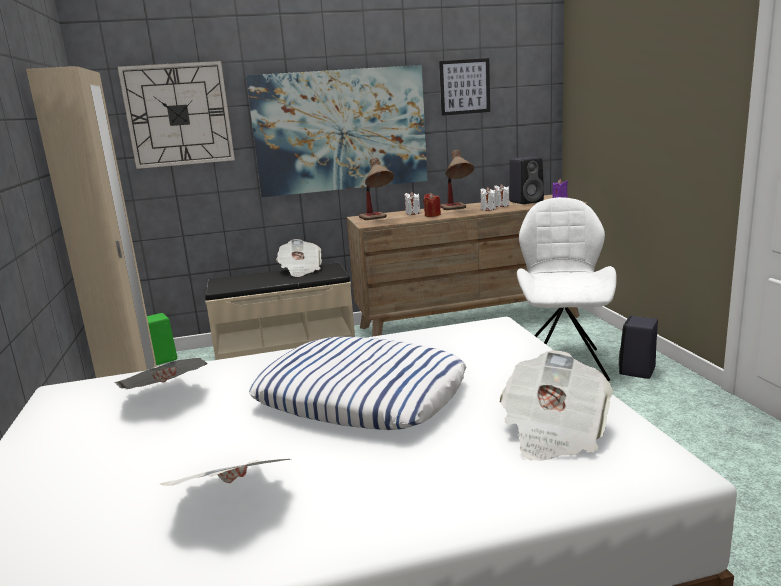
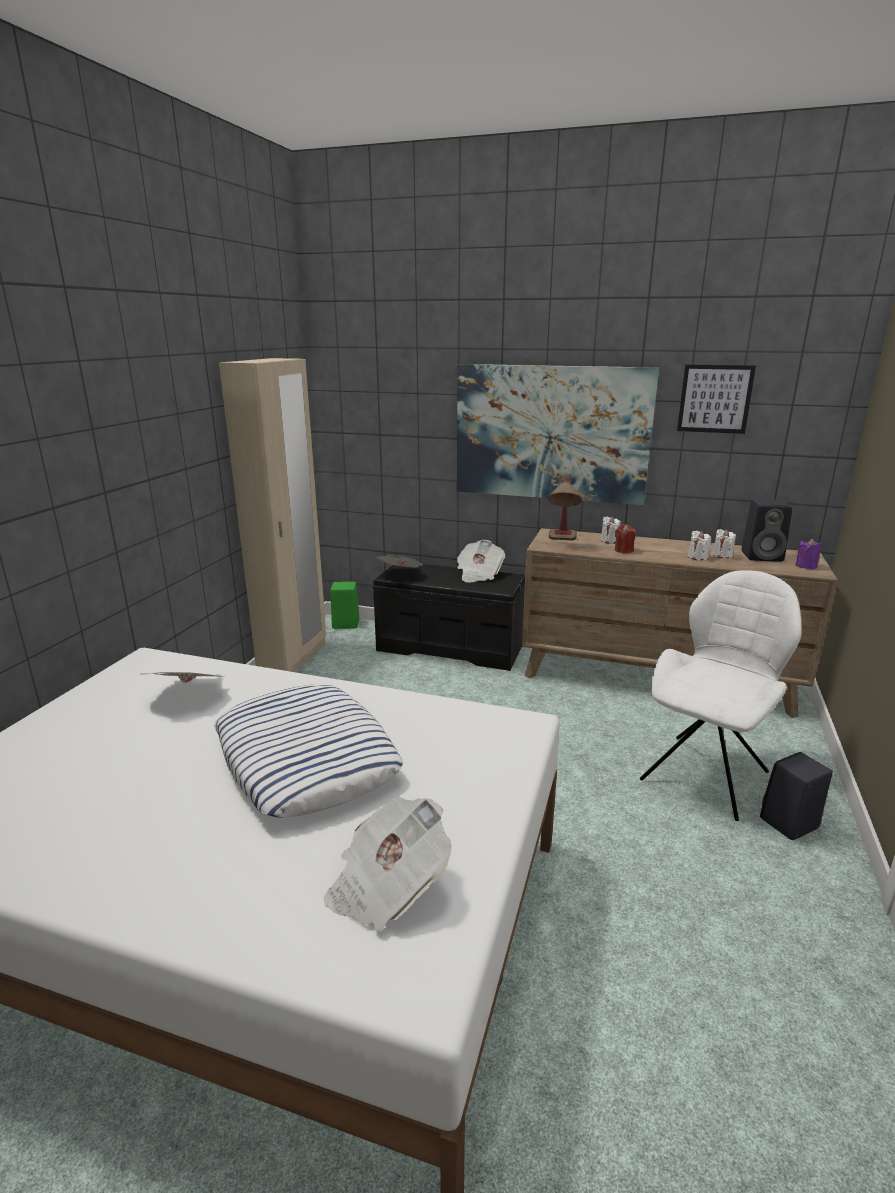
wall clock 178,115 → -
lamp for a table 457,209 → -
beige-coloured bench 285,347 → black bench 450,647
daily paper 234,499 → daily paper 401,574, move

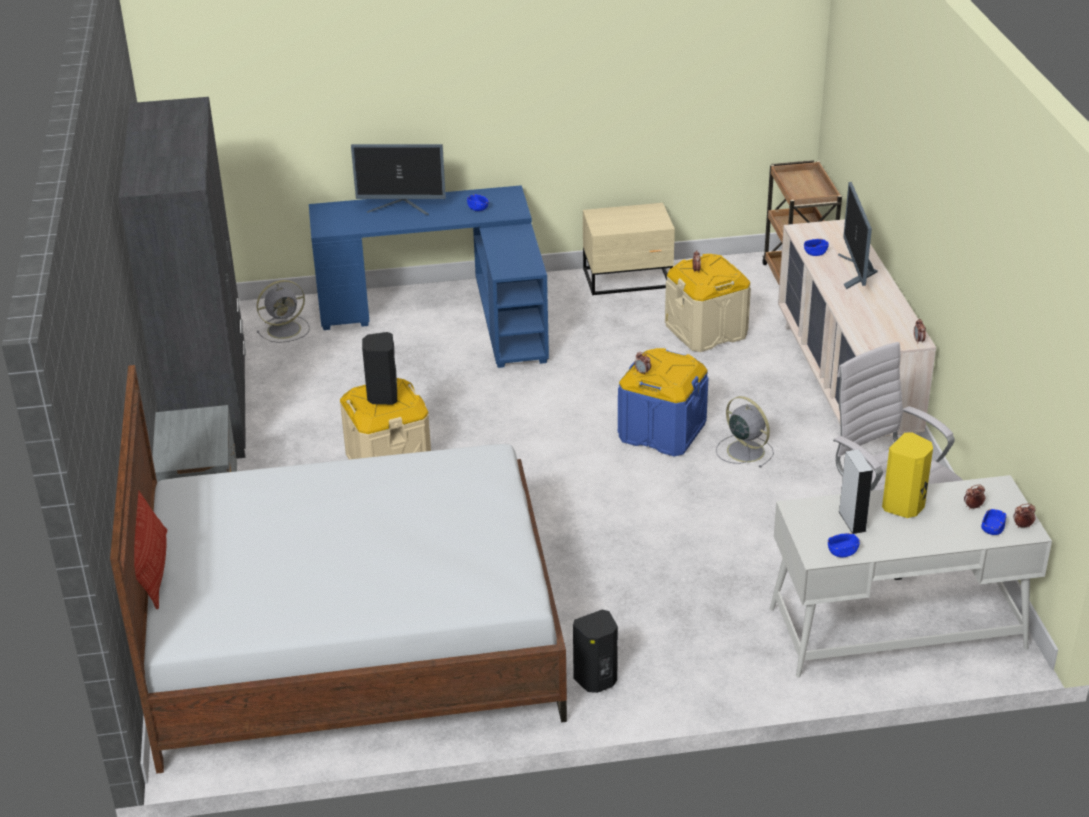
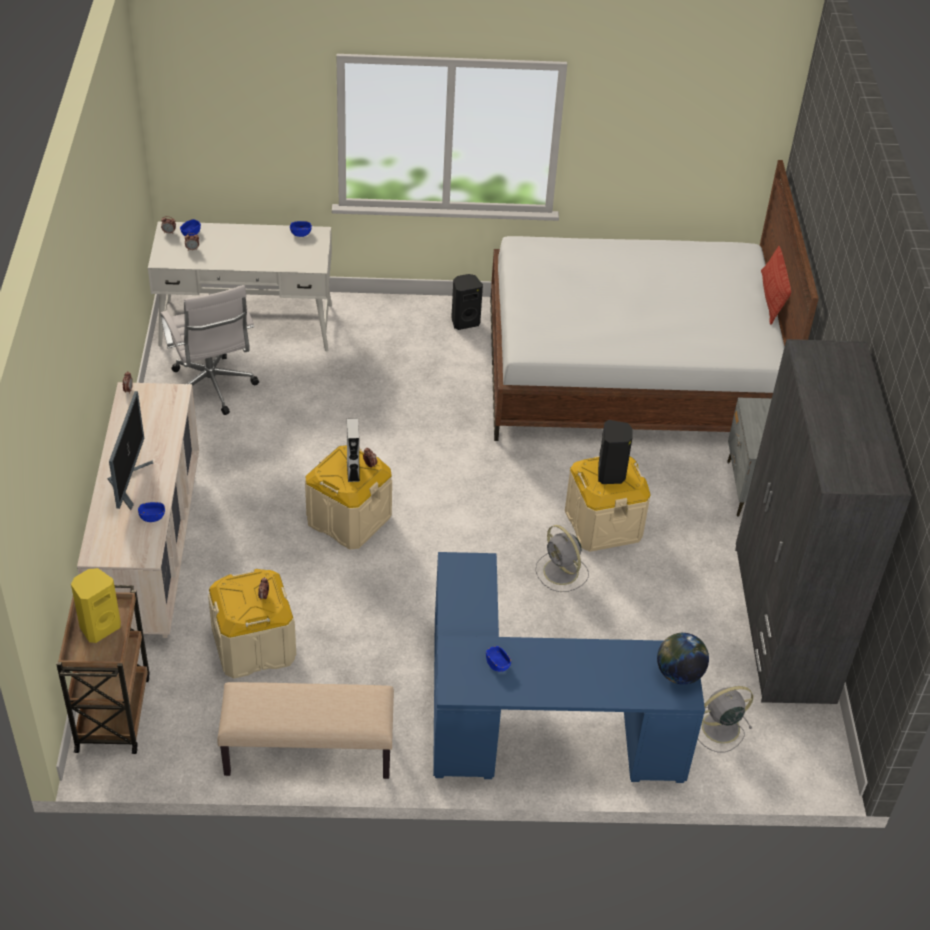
computer display 402,208 → -
beige-coloured night table 629,279 → beige-coloured bench 308,752
blue-coloured storage box 662,431 → beige-coloured storage box 348,519
gray electric fan 744,450 → gray electric fan 561,573, move
yellow speaker 904,506 → yellow speaker 99,627, move
gray speaker 852,521 → gray speaker 353,471, move
- → world globe 679,674

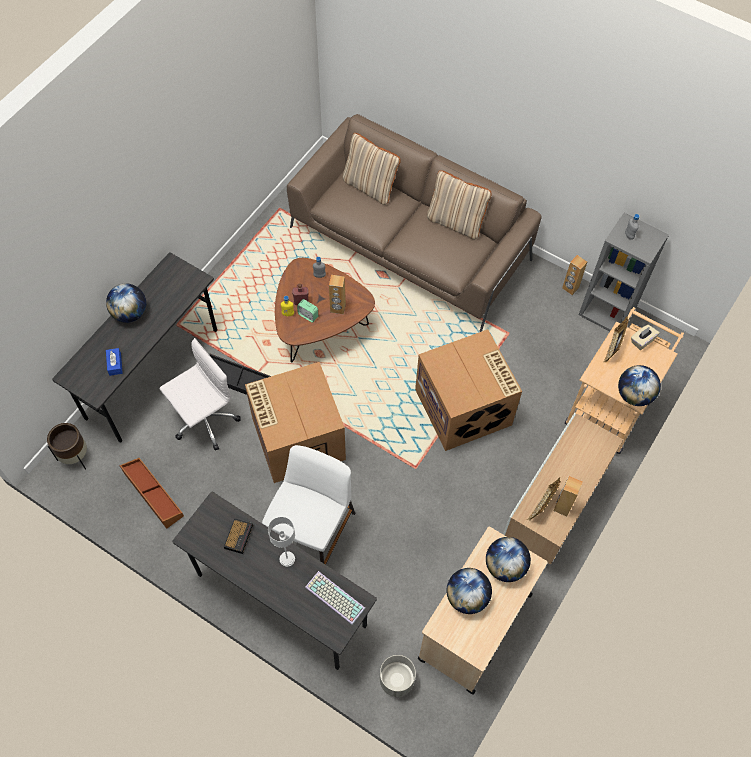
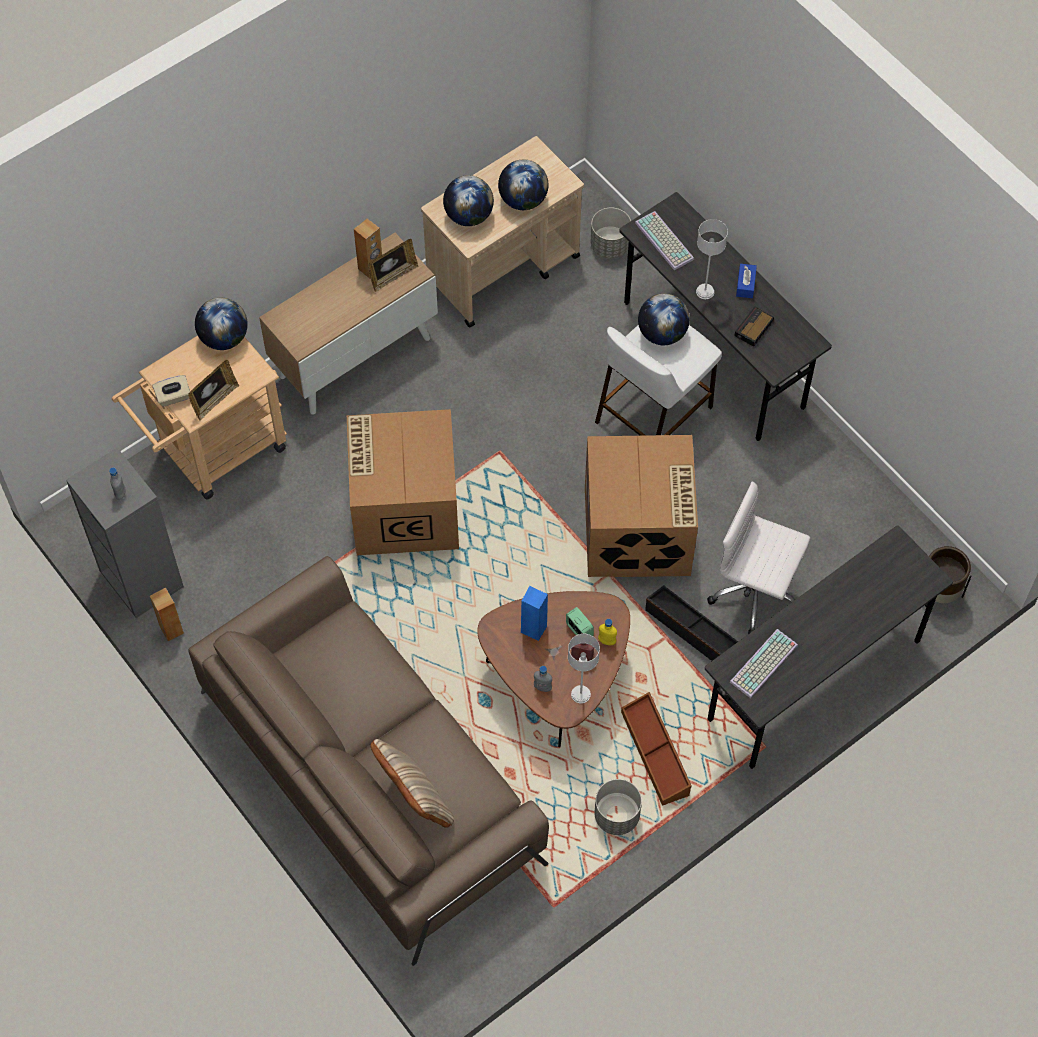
beige-coloured pillow 456,222 → -
brown speaker 338,308 → blue-coloured speaker 534,629
world globe 130,313 → world globe 662,333, move
white-coloured computer chair 204,420 → white-coloured computer chair 756,593, 45 degrees clockwise
blue-coloured box of tissues 115,364 → blue-coloured box of tissues 745,284, move
brown storage box 152,495 → brown storage box 656,753, move
- → PC keyboard 764,665
- → gray lamp for a table 580,694
- → gray planter 616,815

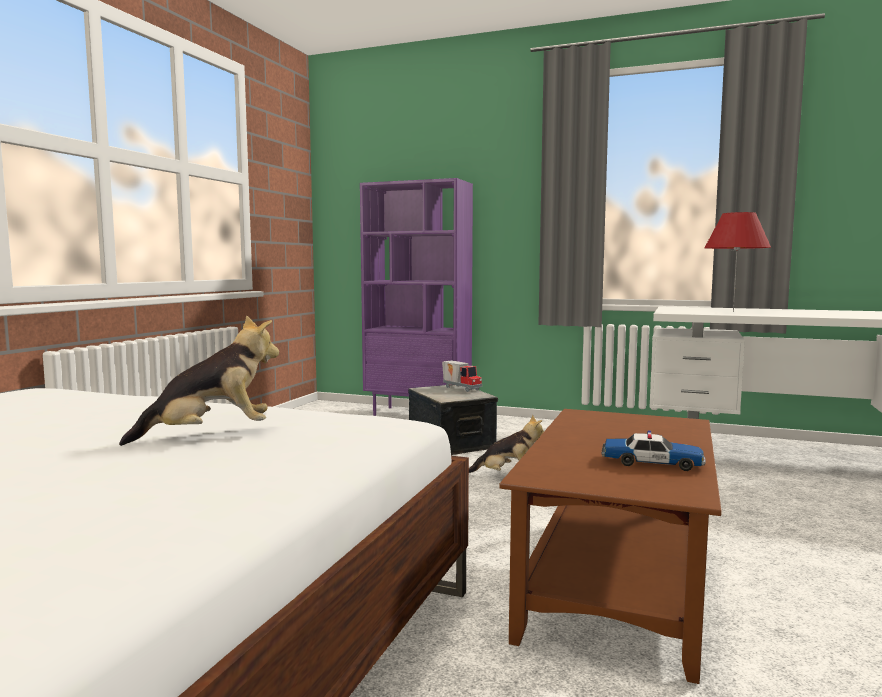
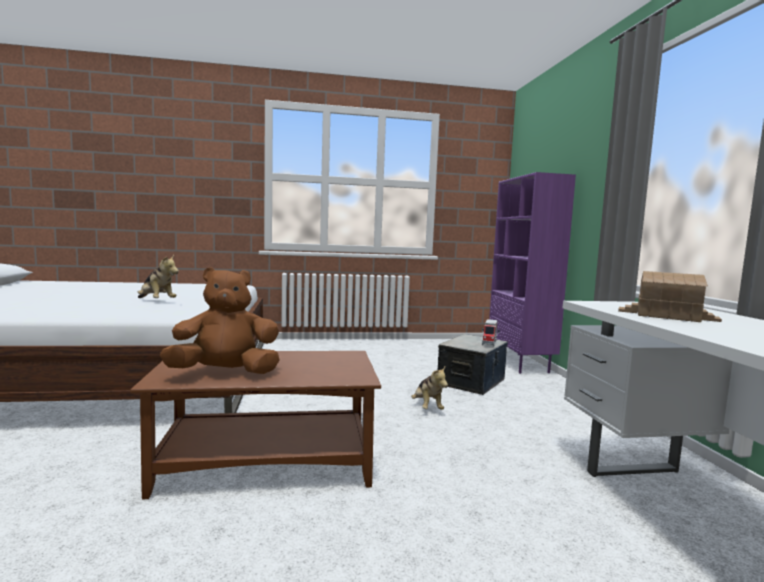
reddish lamp for a table 733,312 → toy house 666,315
model car 652,463 → brown cuddly toy 225,373

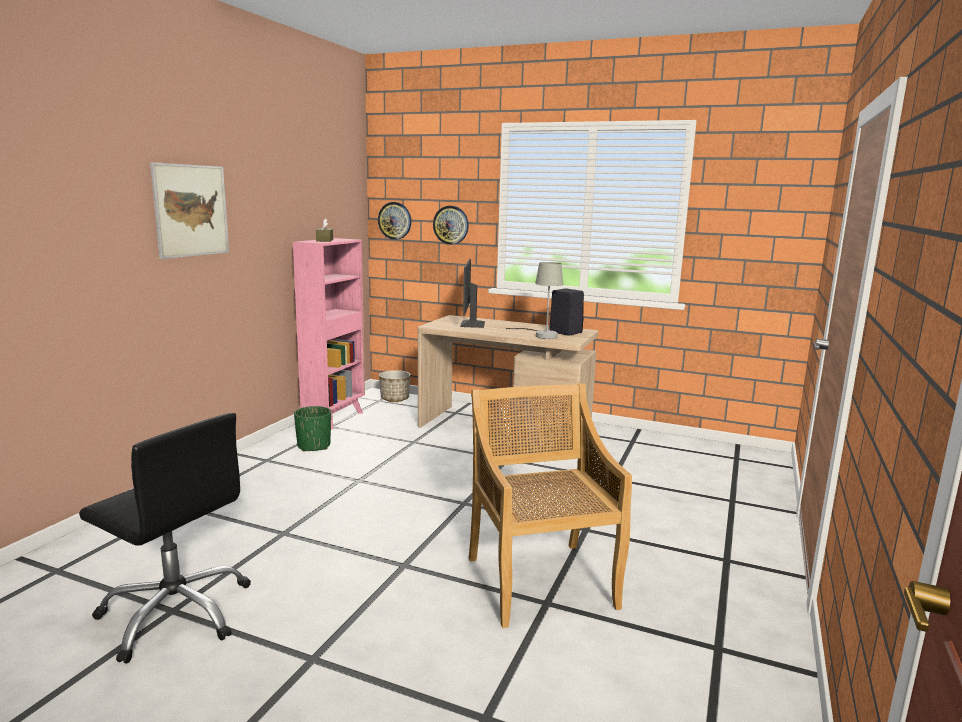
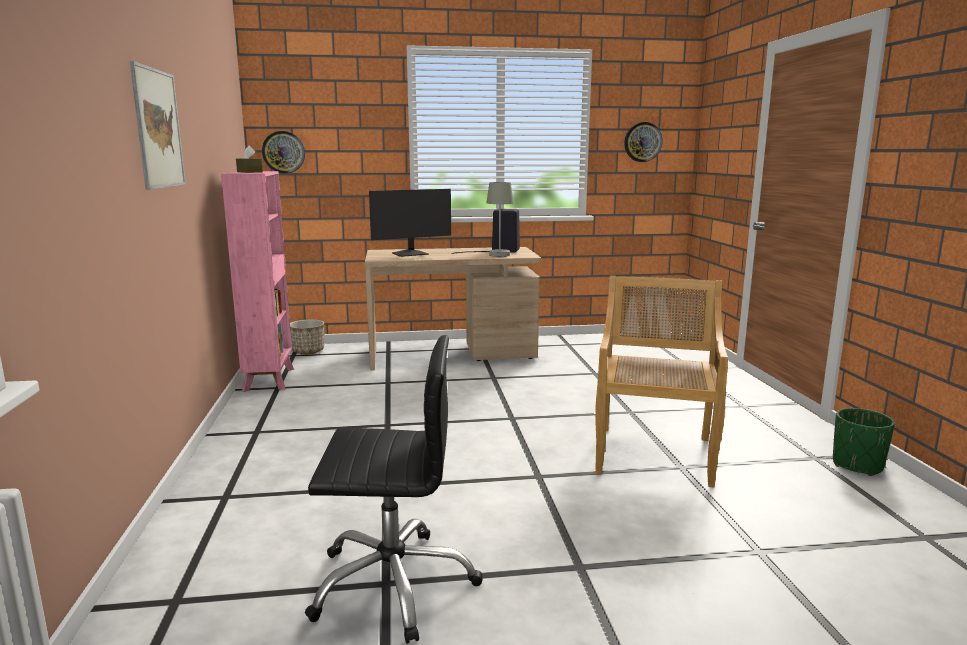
wall clock 451,225 → wall clock 642,142, move
computer display 471,324 → computer display 410,254, 90 degrees counterclockwise
beige-coloured chair 540,580 → beige-coloured chair 653,454, 60 degrees clockwise
green-coloured planter 314,446 → green-coloured planter 858,465, move

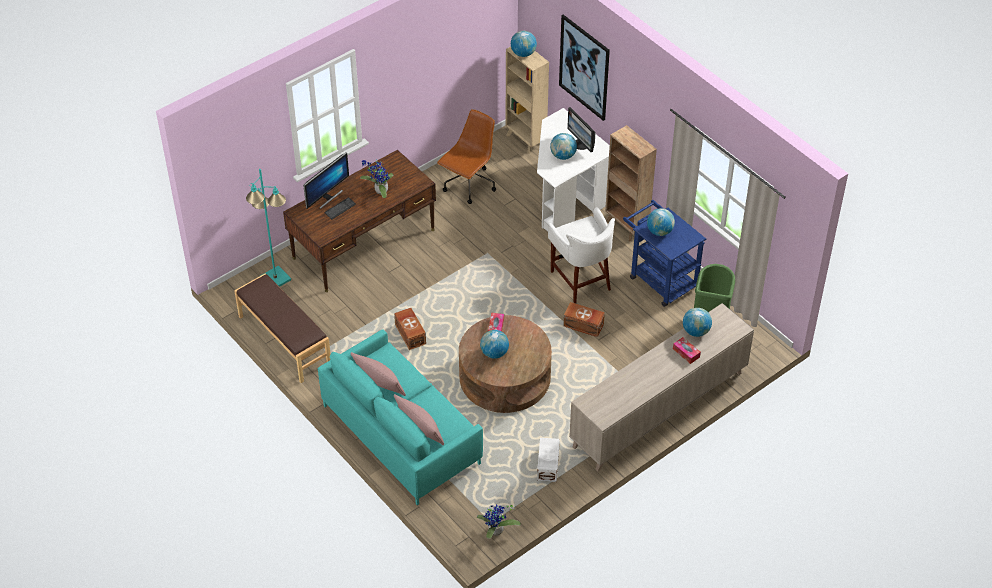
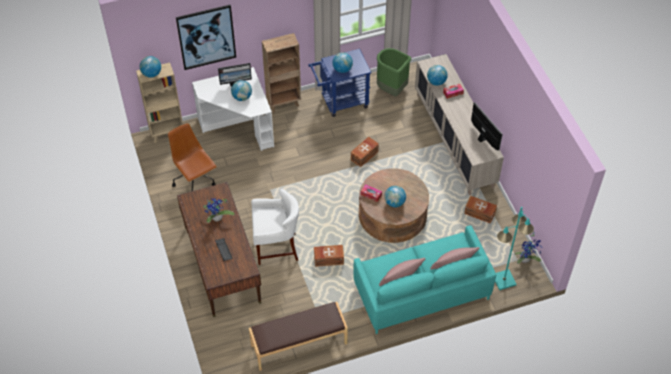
computer display 327,197 → computer display 483,138, move
turquoise-coloured floor lamp 275,278 → turquoise-coloured floor lamp 503,280, move
white-coloured stool seat 581,279 → white-coloured stool seat 276,248, move
white-coloured storage box 547,466 → brown storage box 480,214

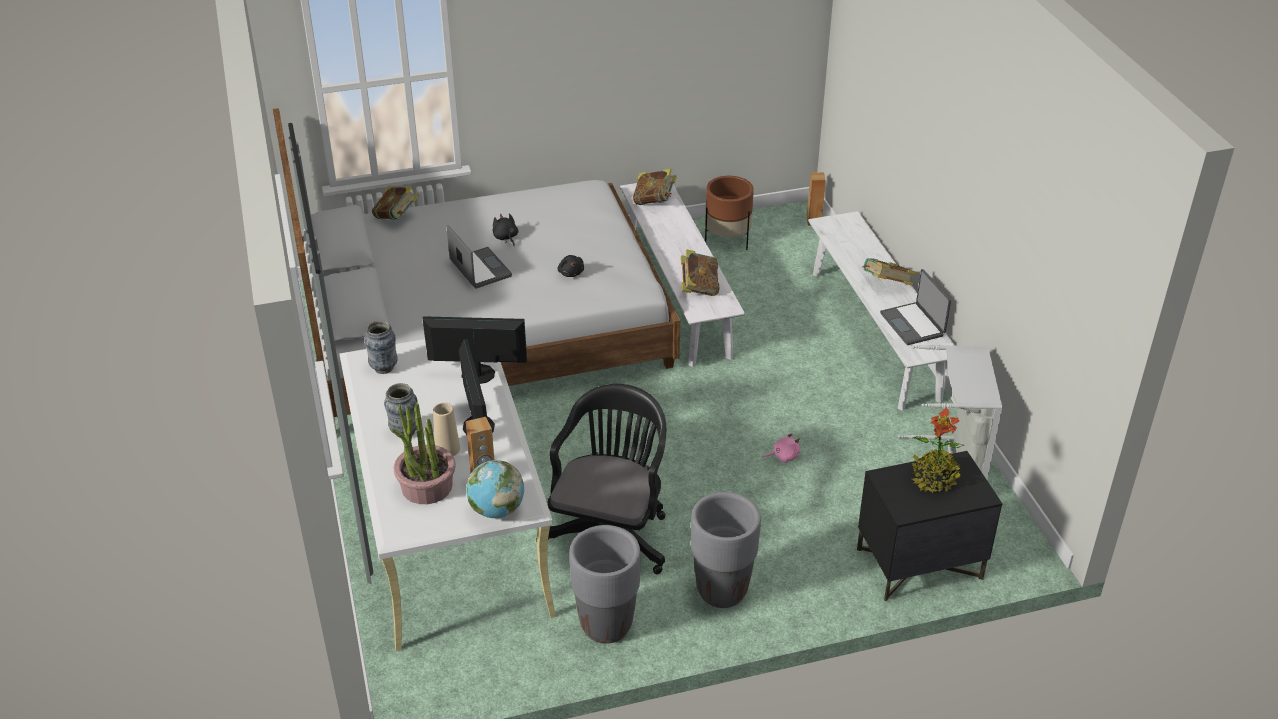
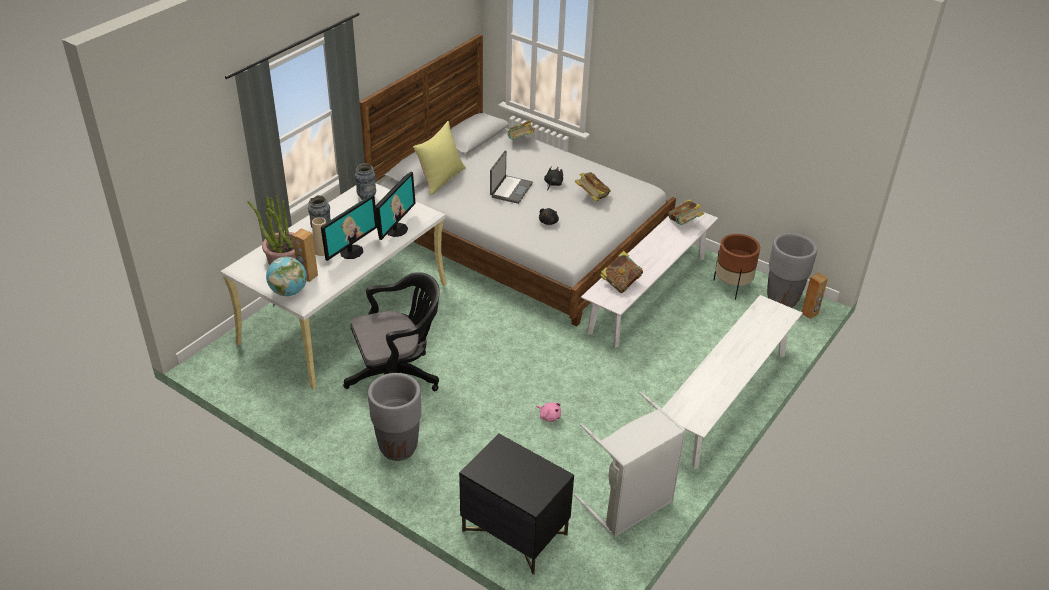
volume 886,286 → volume 591,197, move
notebook computer 913,324 → -
computer display 478,375 → computer display 396,229, 60 degrees clockwise
potted plant 934,479 → -
gray planter 606,625 → gray planter 782,299, move
- → yellow pillow 441,179

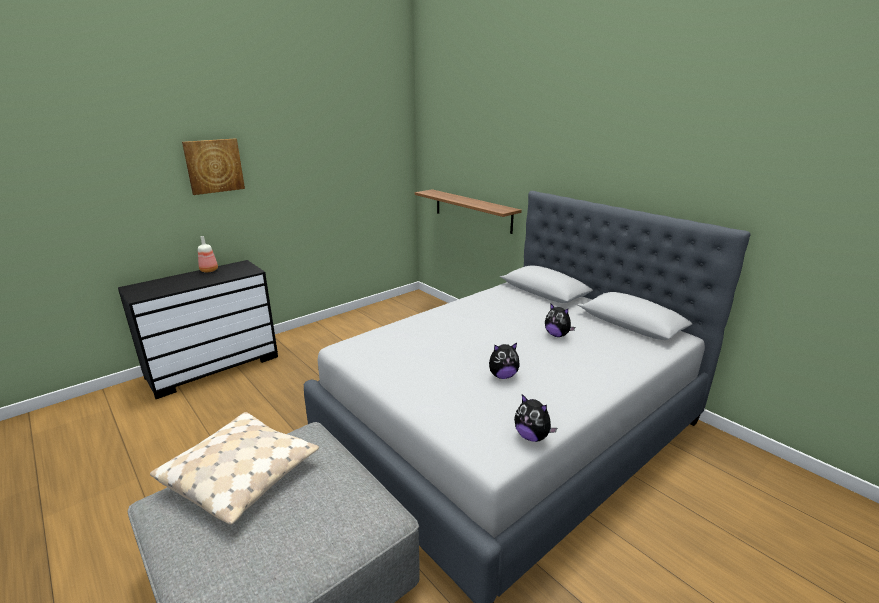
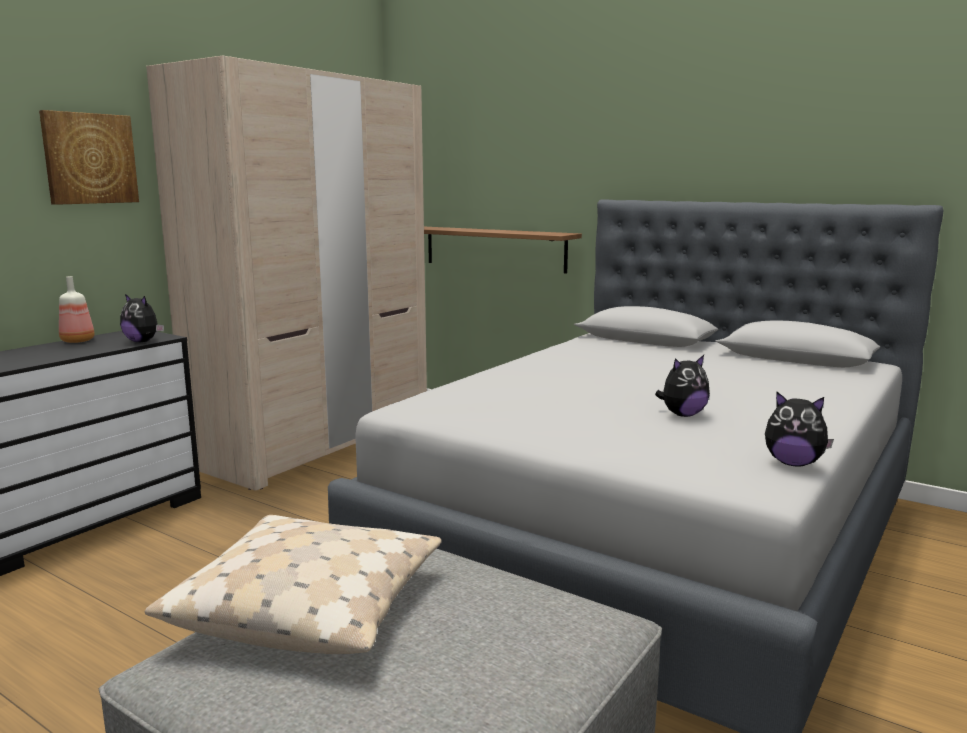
cuddly toy 557,335 → cuddly toy 143,341, move
- → beige-coloured wardrobe 317,442

